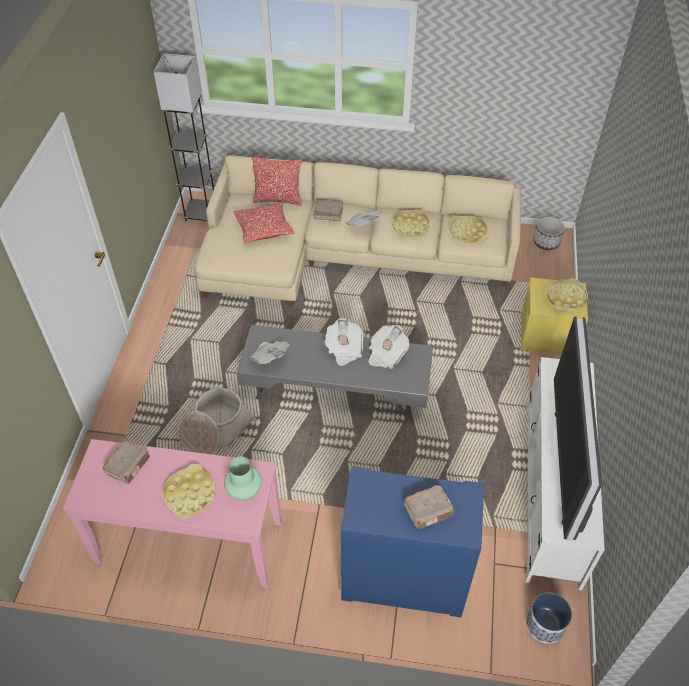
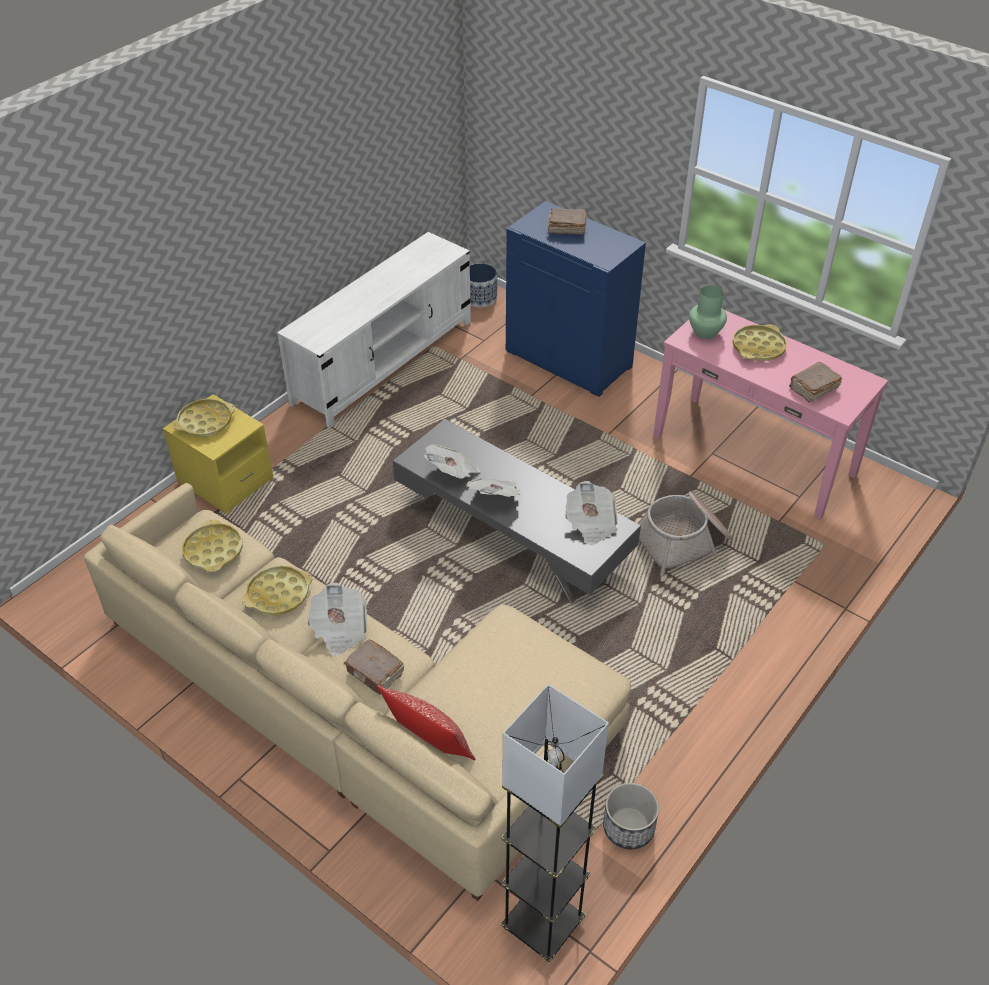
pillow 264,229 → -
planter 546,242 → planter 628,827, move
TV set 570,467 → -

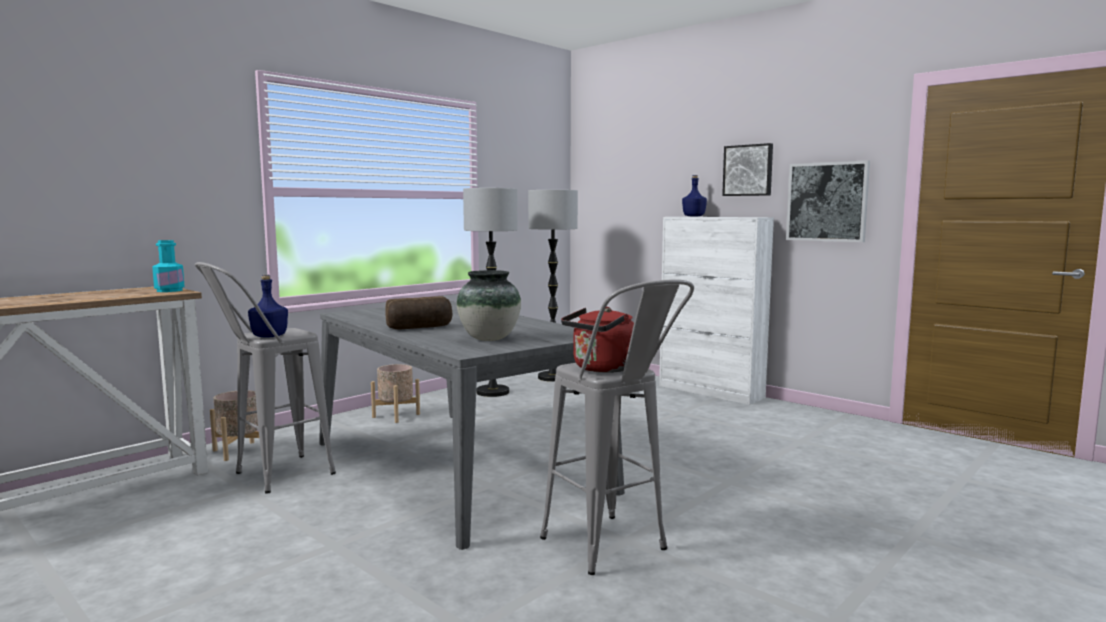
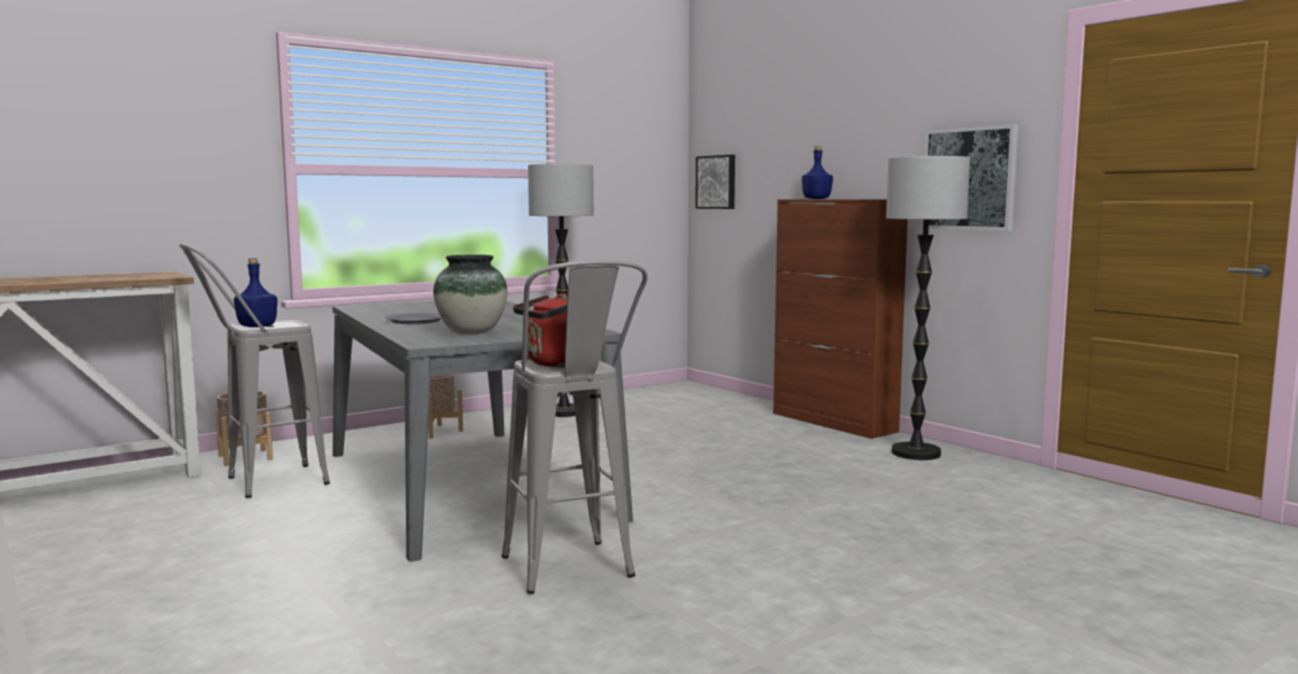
wall picture 748,170 → wall picture 717,182, move
floor lamp 552,377 → floor lamp 916,453, move
white-coloured cupboard 711,392 → brown cupboard 833,422
turquoise-coloured bottle 169,290 → -
baked bread 420,327 → gray flat dish 415,321

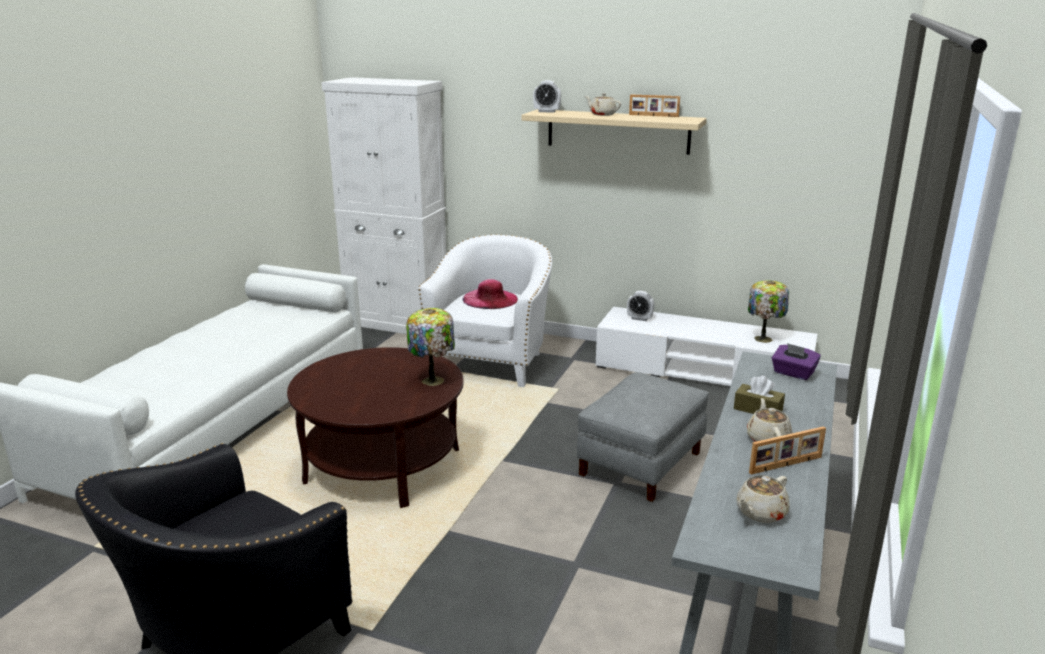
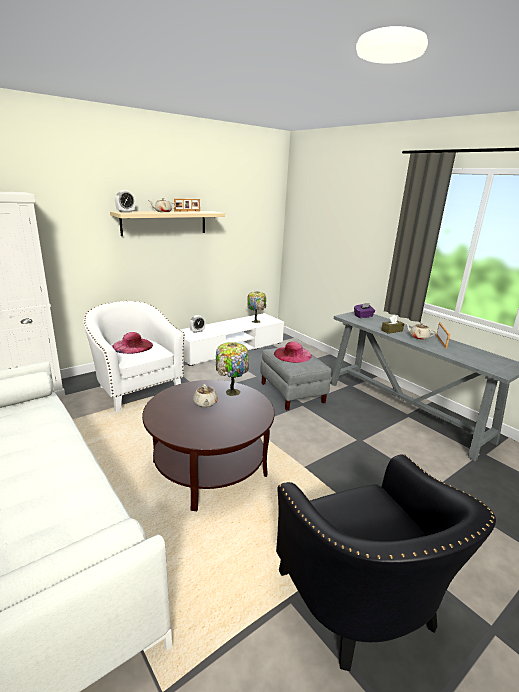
beige-coloured tea pot 760,513 → beige-coloured tea pot 205,403, move
- → pink-coloured hat 292,354

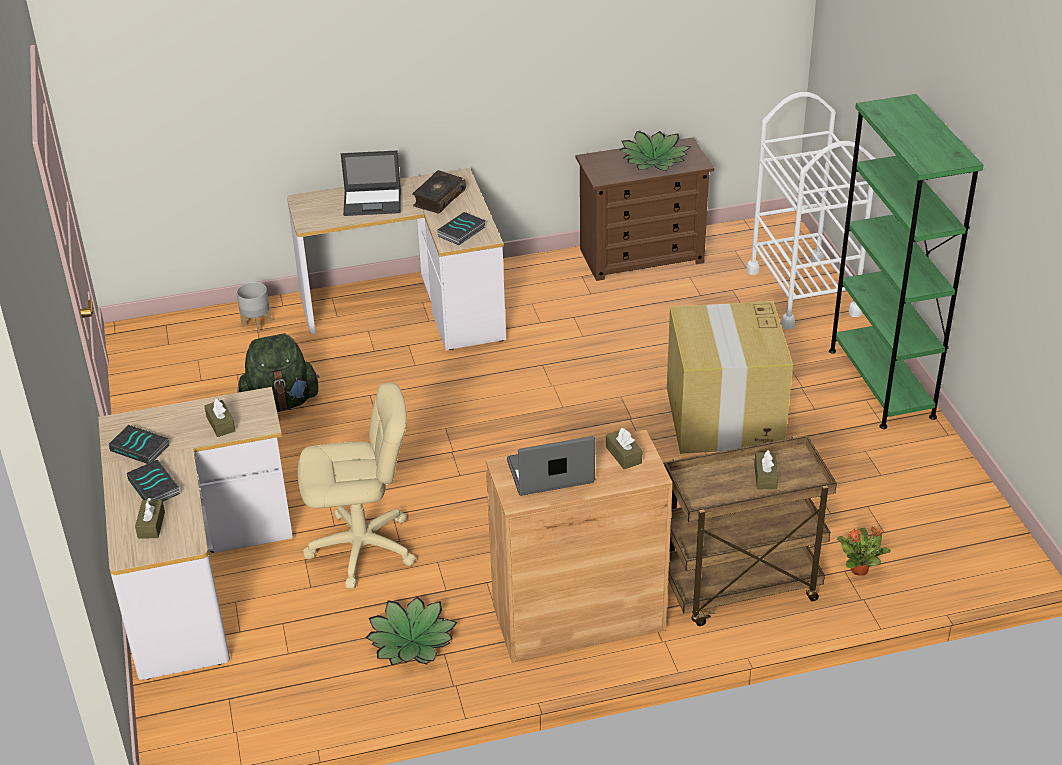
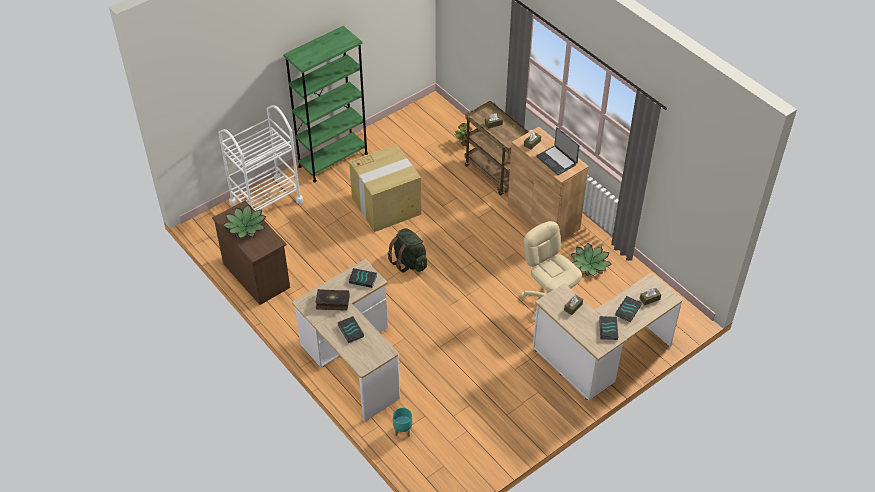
notebook computer 373,202 → volume 350,331
gray planter 257,324 → turquoise-coloured planter 403,430
green-coloured backpack 281,402 → green-coloured backpack 409,262, move

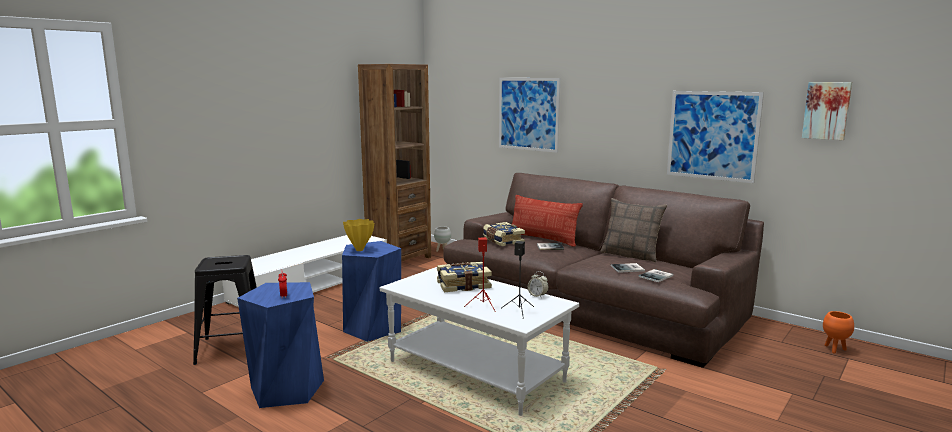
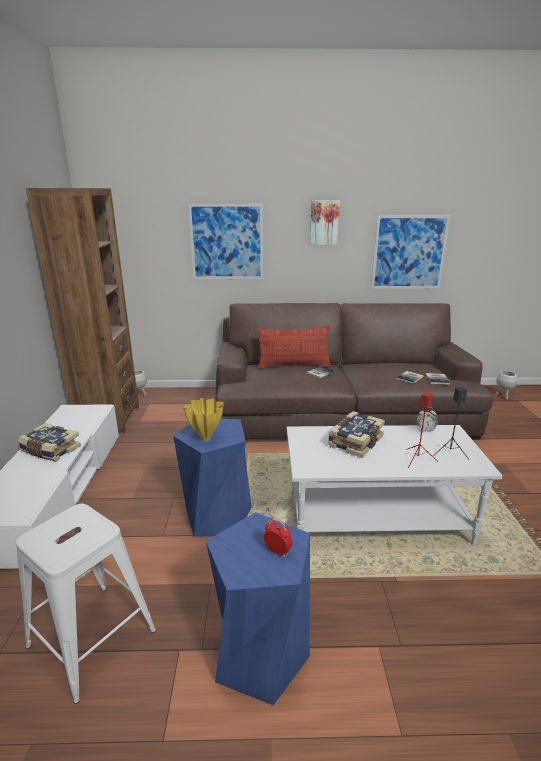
wall picture 826,110 → wall picture 324,222, move
pillow 631,255 → -
volume 502,241 → volume 50,450, move
black stool seat 231,348 → white-coloured stool seat 92,639
orange-coloured planter 835,349 → white-coloured planter 503,396

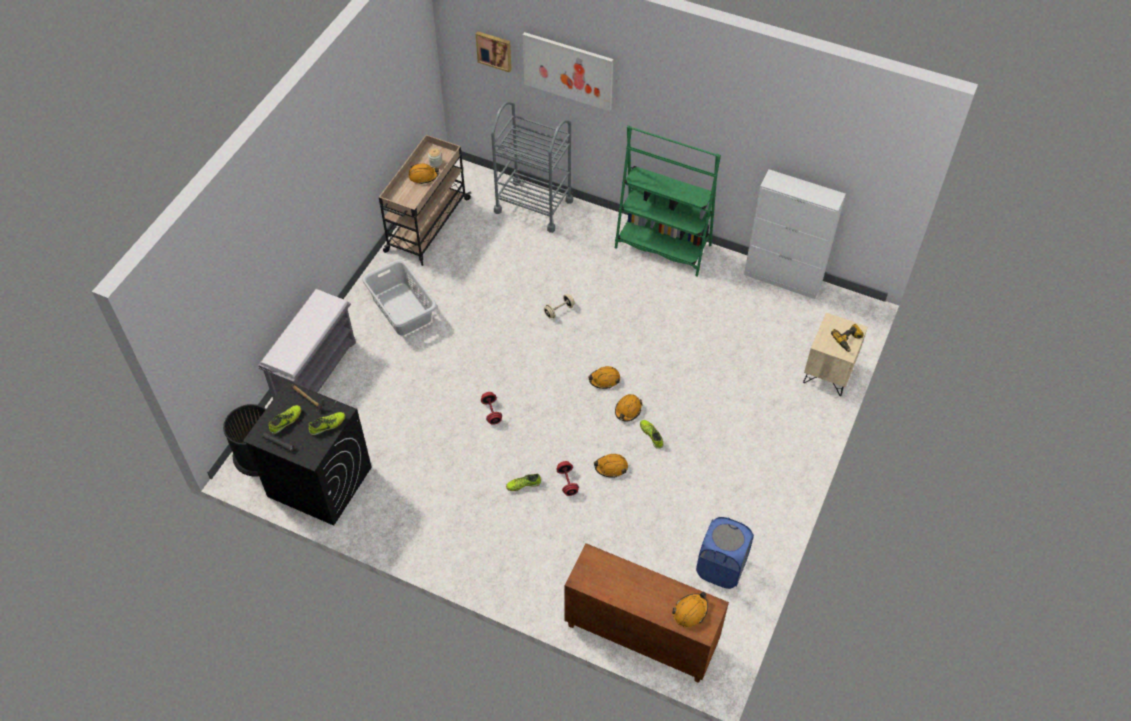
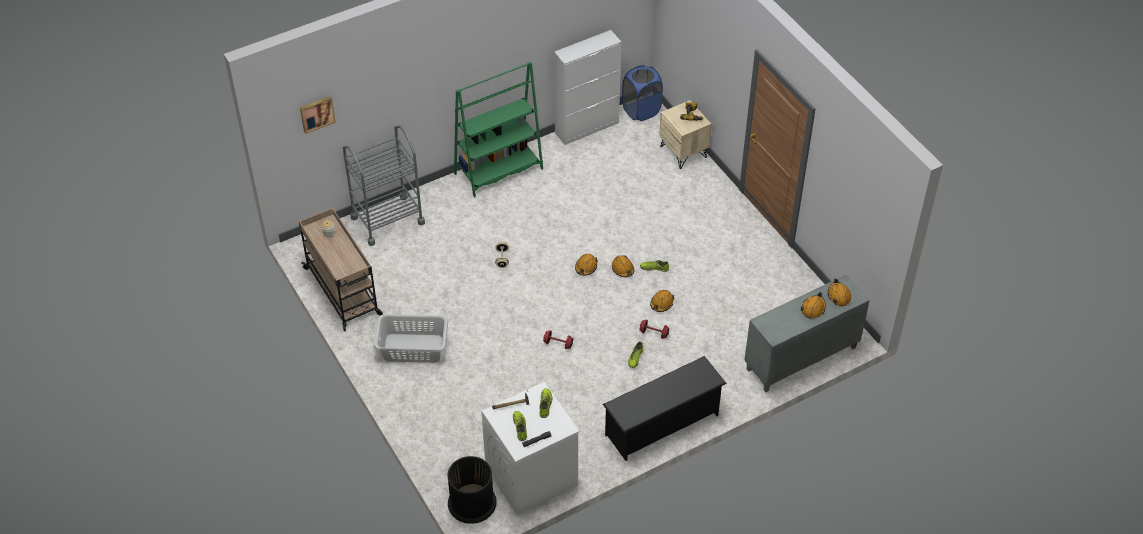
wall picture 568,70 → -
orange-coloured safety helmet 423,176 → orange-coloured safety helmet 813,308, move
gray bench 315,370 → -
black laundry appliance 319,482 → white-coloured laundry appliance 531,476
blue-coloured laundry basket 721,568 → blue-coloured laundry basket 641,110, move
brown cupboard 639,636 → gray cupboard 801,359
- → black shoe rack 662,425

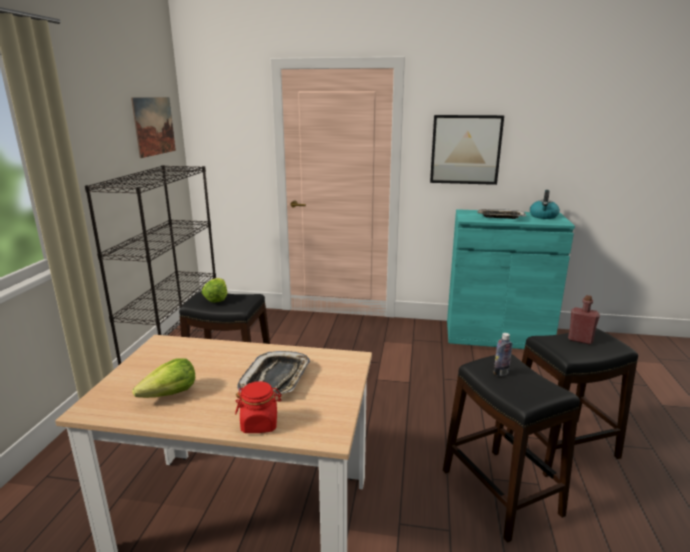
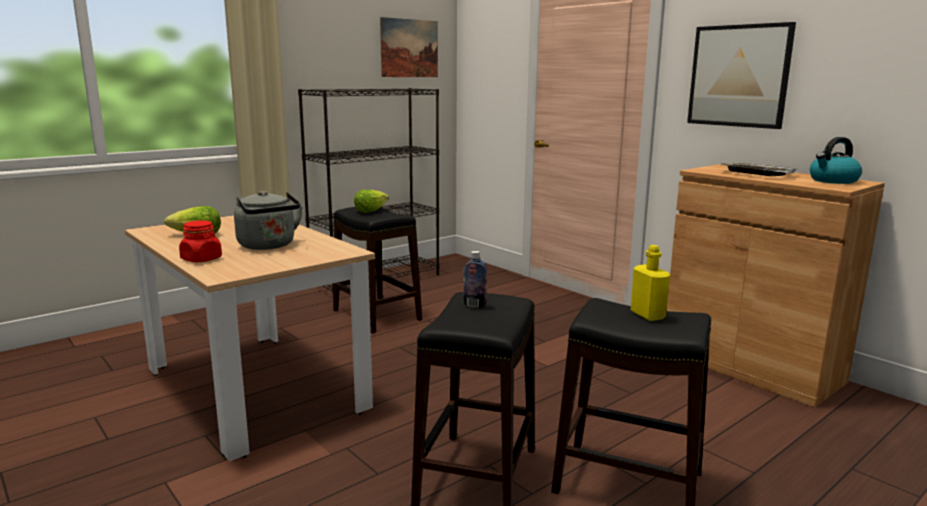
turquoise-coloured cupboard 497,335 → brown cupboard 750,366
reddish bottle 580,340 → yellow bottle 647,315
tray 276,379 → gray tea kettle 269,246

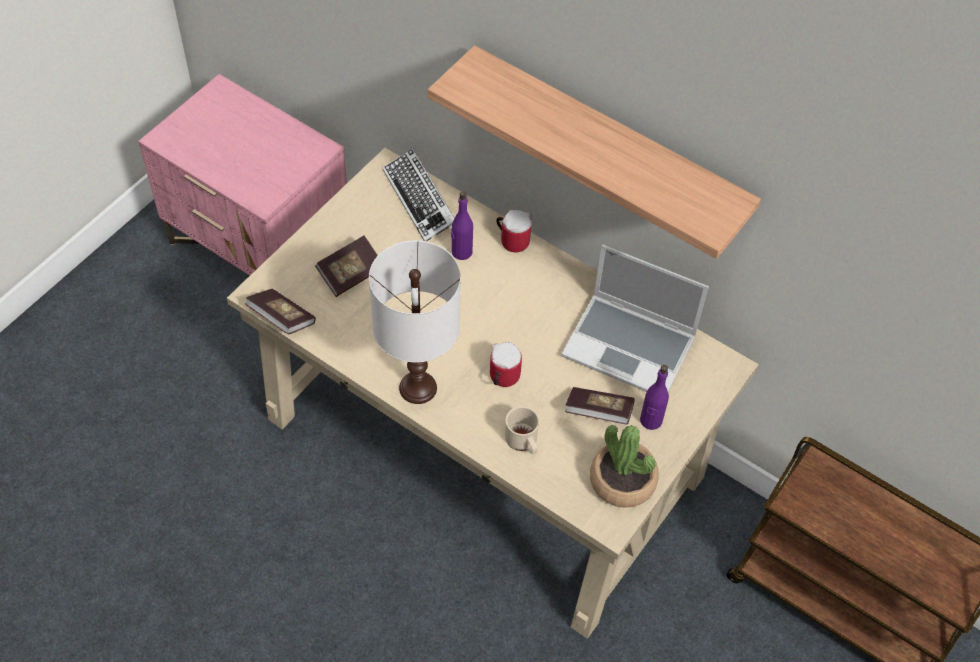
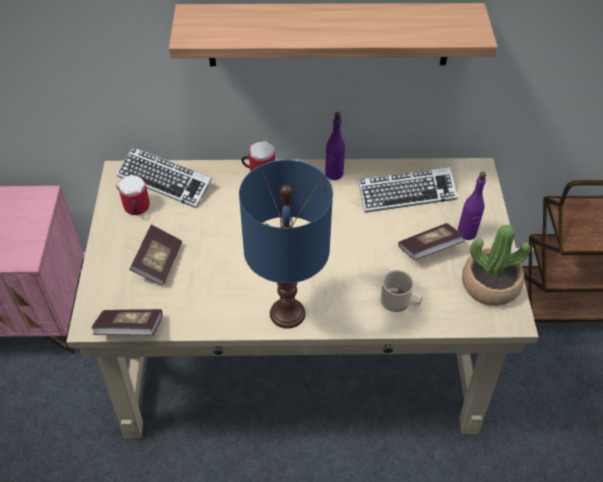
purplish bottle 461,252 → purplish bottle 334,174, move
white-coloured lamp for a table 418,387 → blue-coloured lamp for a table 287,312
notebook computer 631,346 → PC keyboard 406,194
tea mug 501,377 → tea mug 135,209, move

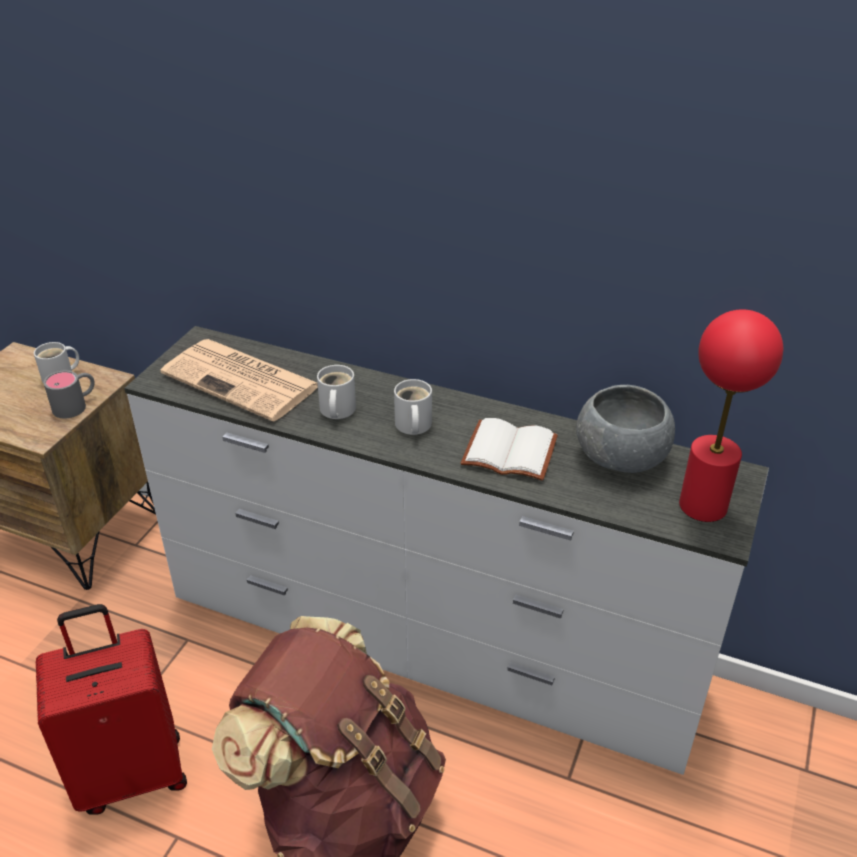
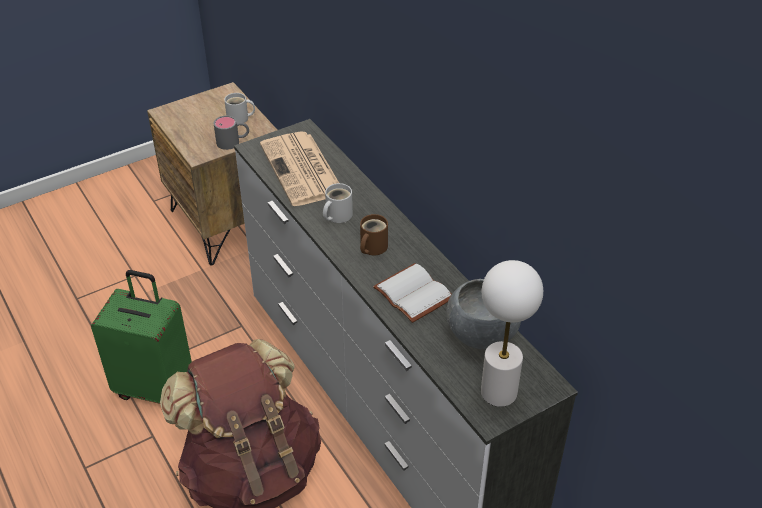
reddish lamp for a table 703,505 → white-coloured lamp for a table 499,392
white-coloured tea mug 412,426 → brown tea mug 371,247
reddish piece of luggage 132,772 → green-coloured piece of luggage 156,387

